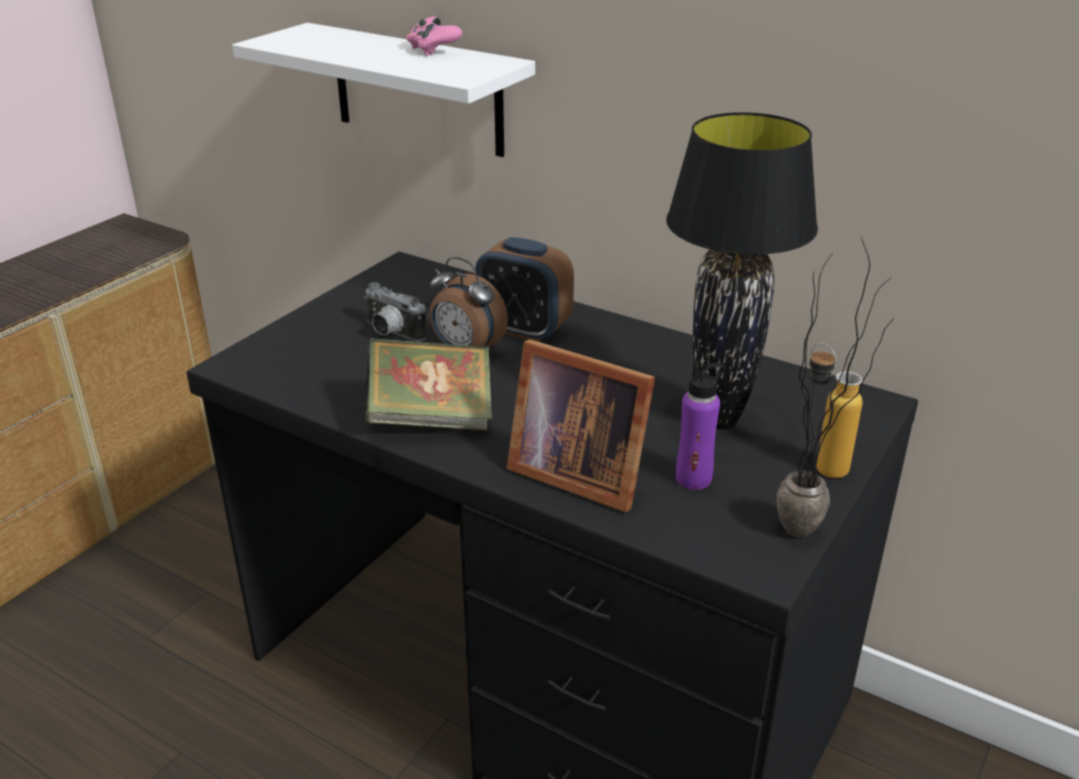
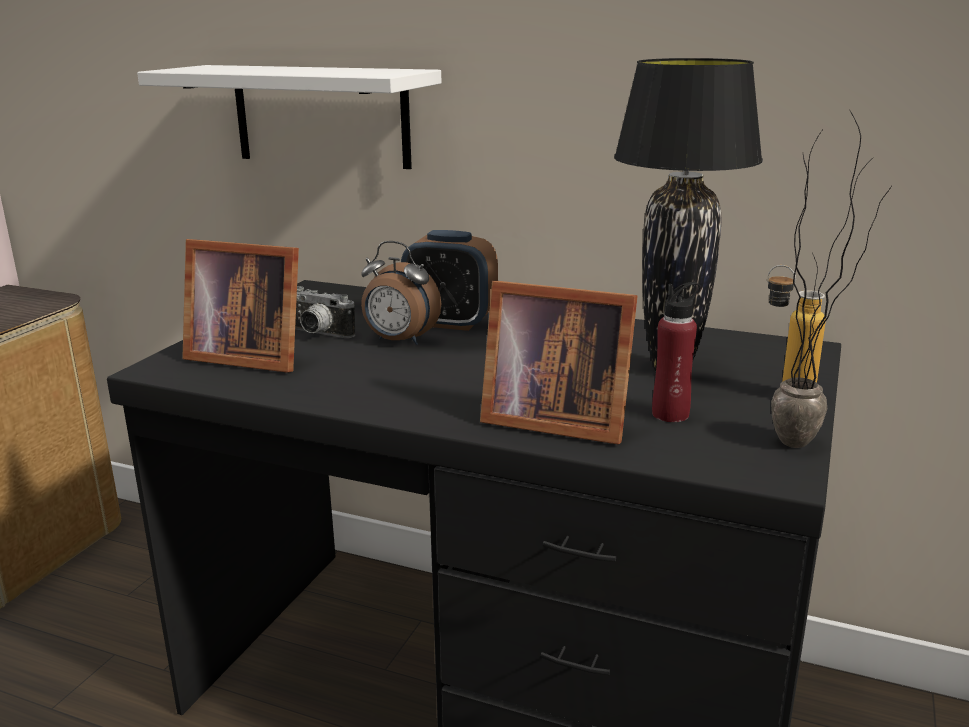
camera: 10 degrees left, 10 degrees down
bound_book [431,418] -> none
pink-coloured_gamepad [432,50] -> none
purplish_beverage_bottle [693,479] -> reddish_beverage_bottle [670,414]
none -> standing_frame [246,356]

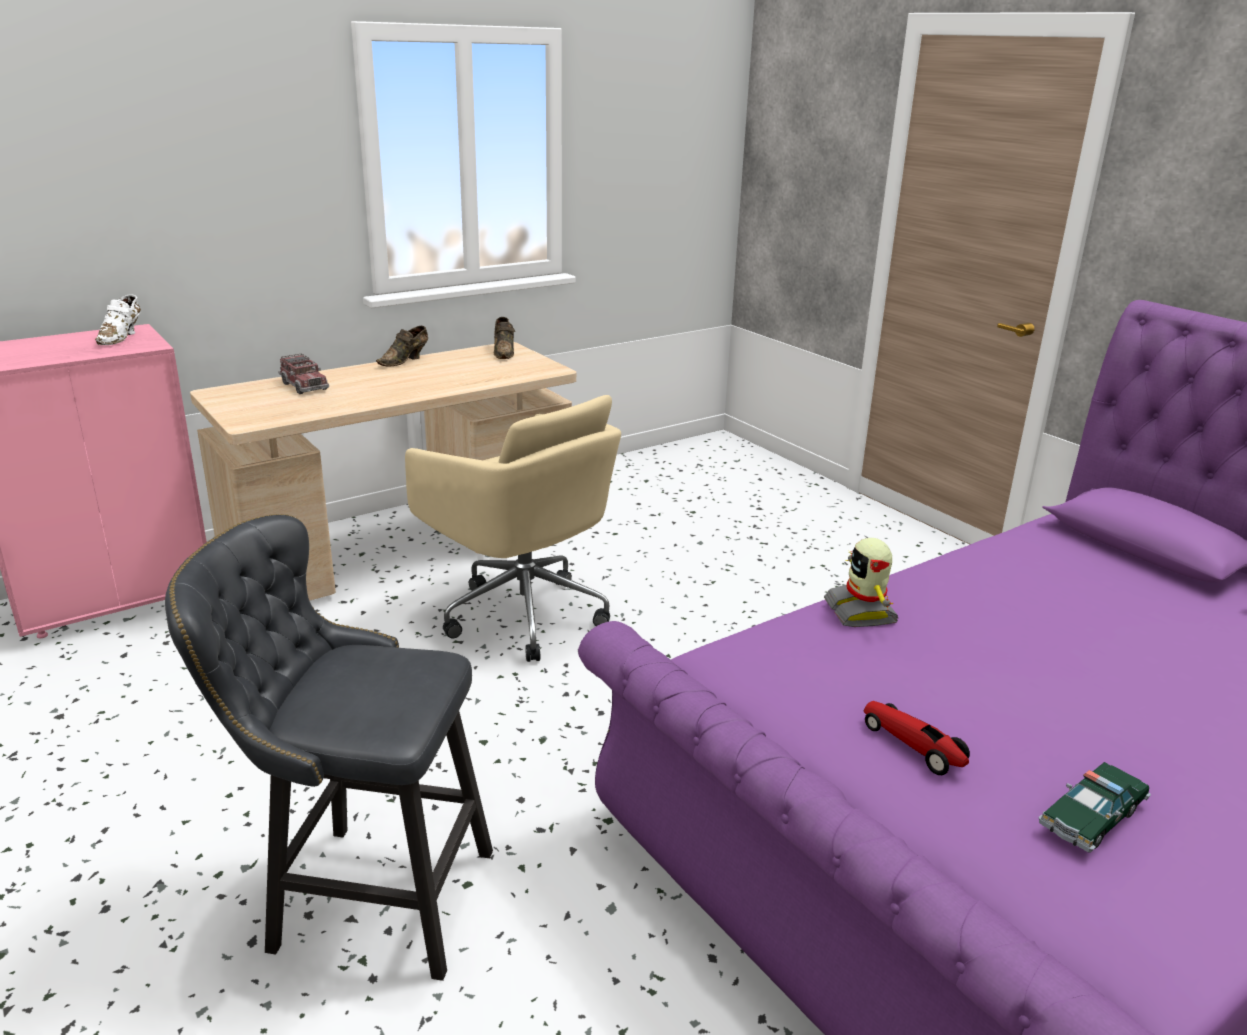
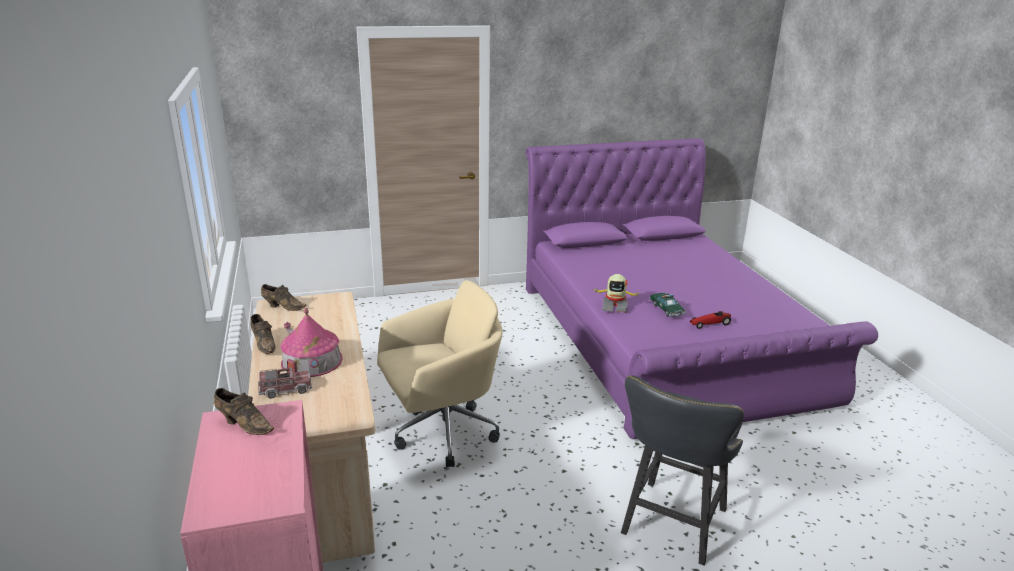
camera: 70 degrees left, 0 degrees up
white-coloured_shoe [122,337] -> brownish_shoe [244,424]
miniature_car [1092,817] -> miniature_car [666,309], move
none -> toy_house [311,361]

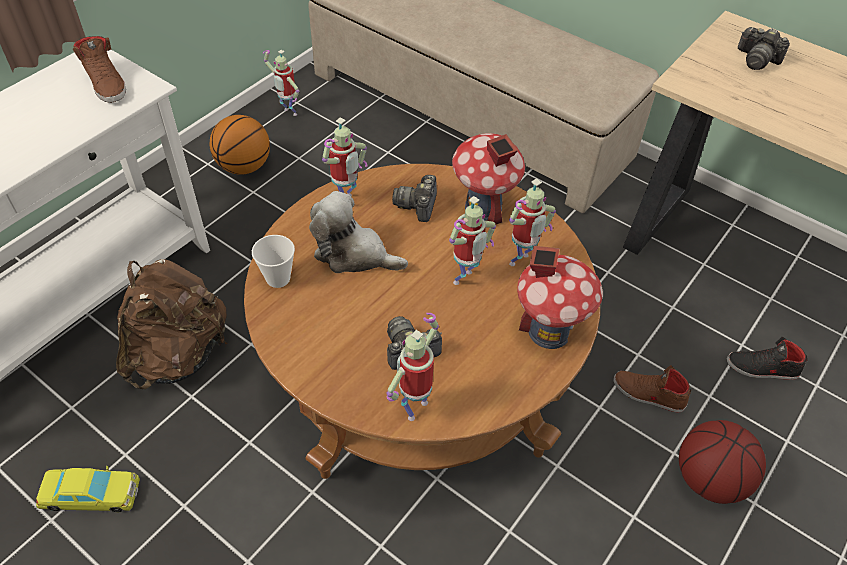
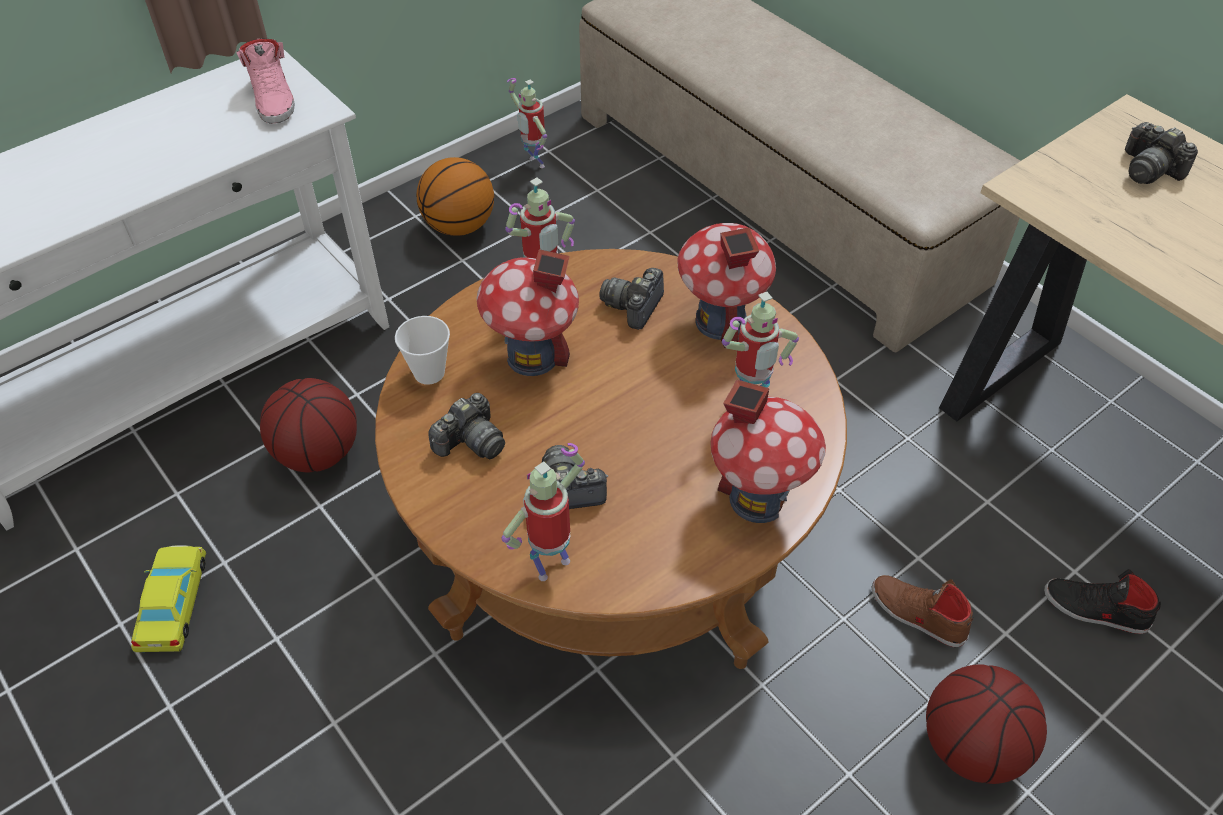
camera: 15 degrees right, 0 degrees up
yellow_miniature_car [91,493] -> yellow_miniature_car [173,601], 105 degrees counterclockwise
brownish_shoe [106,82] -> pink-coloured_shoe [273,98]
brownish_backpack [179,355] -> ball_for_basketball [318,452]
plush_toy [354,254] -> toy_house [532,357]
toy_robot [465,280] -> none
none -> photo_camera [470,442]

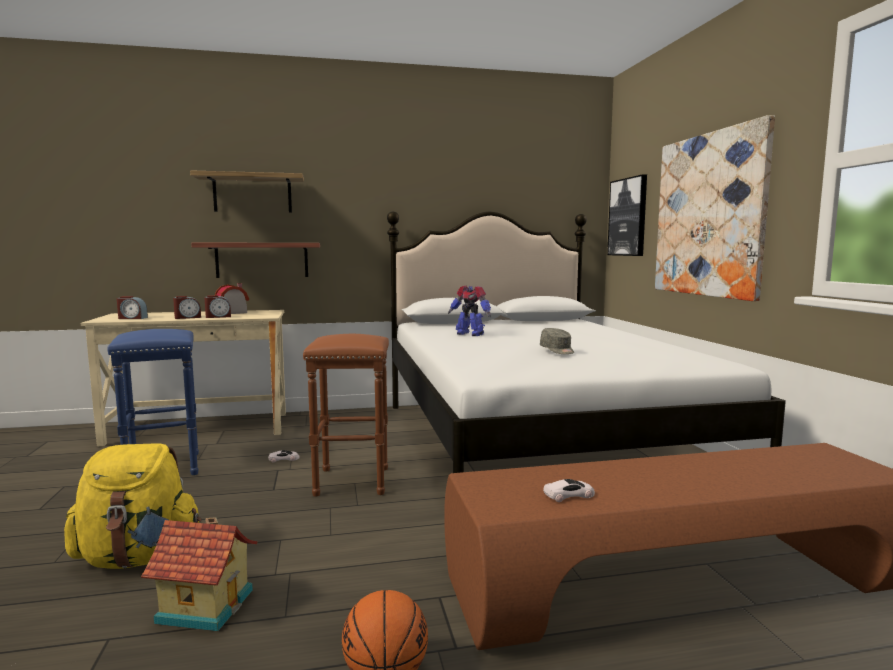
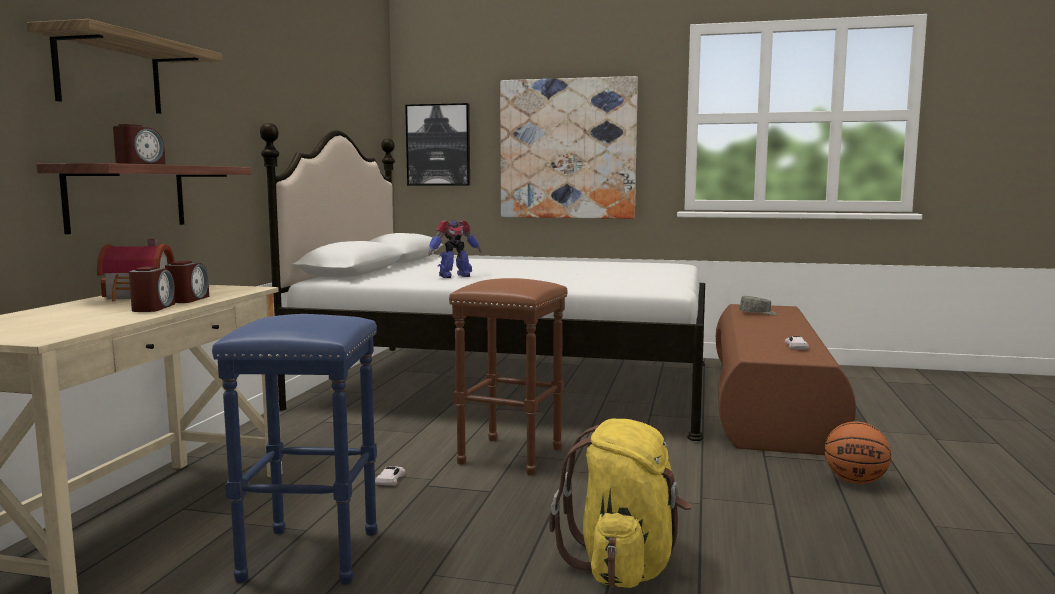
camera: 65 degrees left, 0 degrees up
table_clock [132,318] -> table_clock [140,164], move
toy_house [206,604] -> none
gray_peaked_cap [557,350] -> gray_peaked_cap [758,314], move

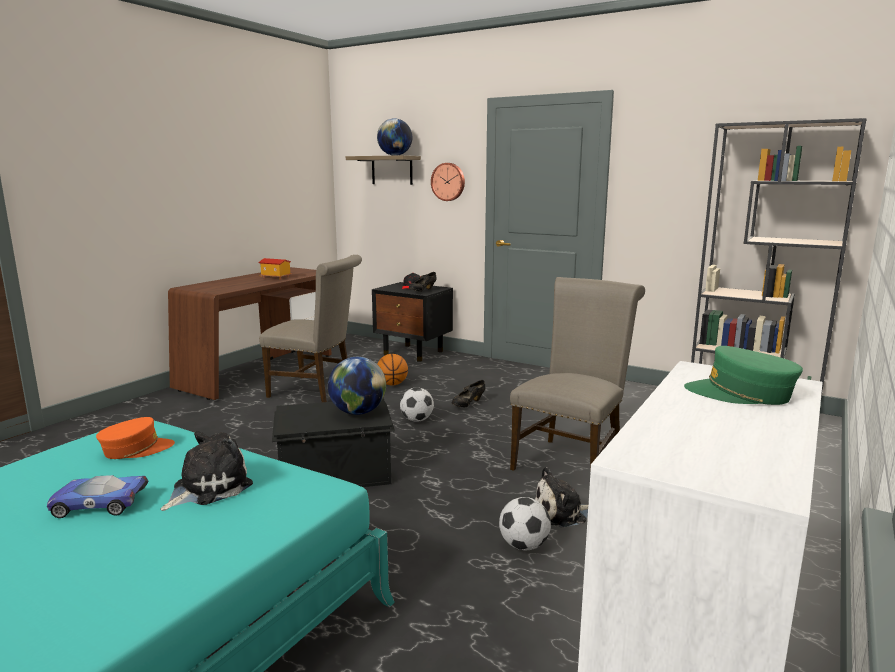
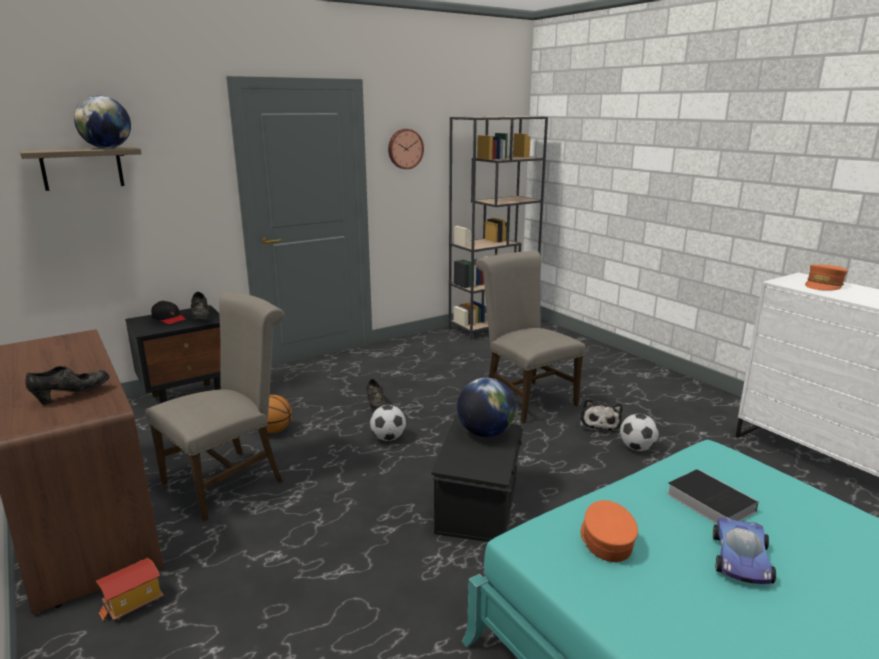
camera: 65 degrees left, 5 degrees up
plush_toy [208,488] -> bound_book [707,501]
toy_house [275,277] -> toy_house [133,603], move
clock_on_the_wall [448,182] -> clock_on_the_wall [405,149], move
green-coloured_peaked_cap [741,394] -> orangey_peaked_cap [823,285]
none -> black-coloured_shoe [72,396]

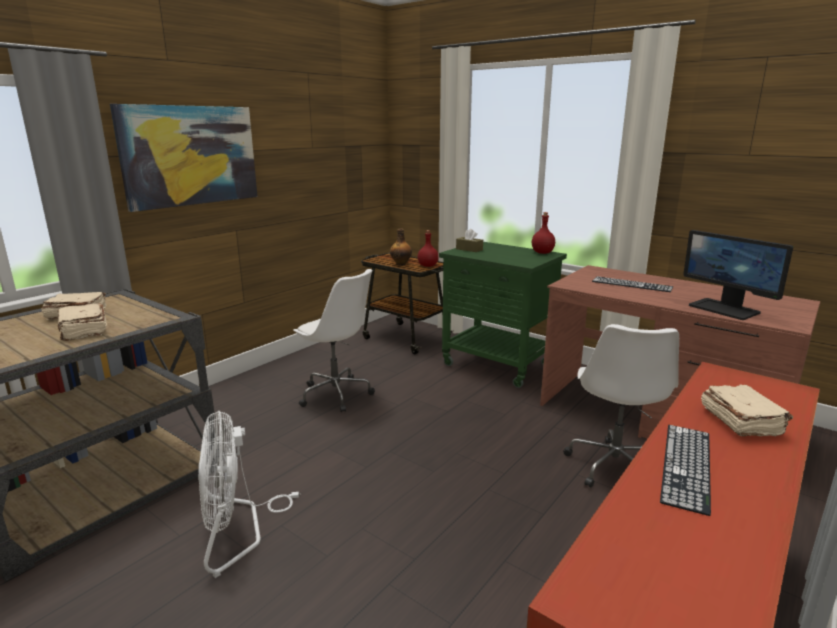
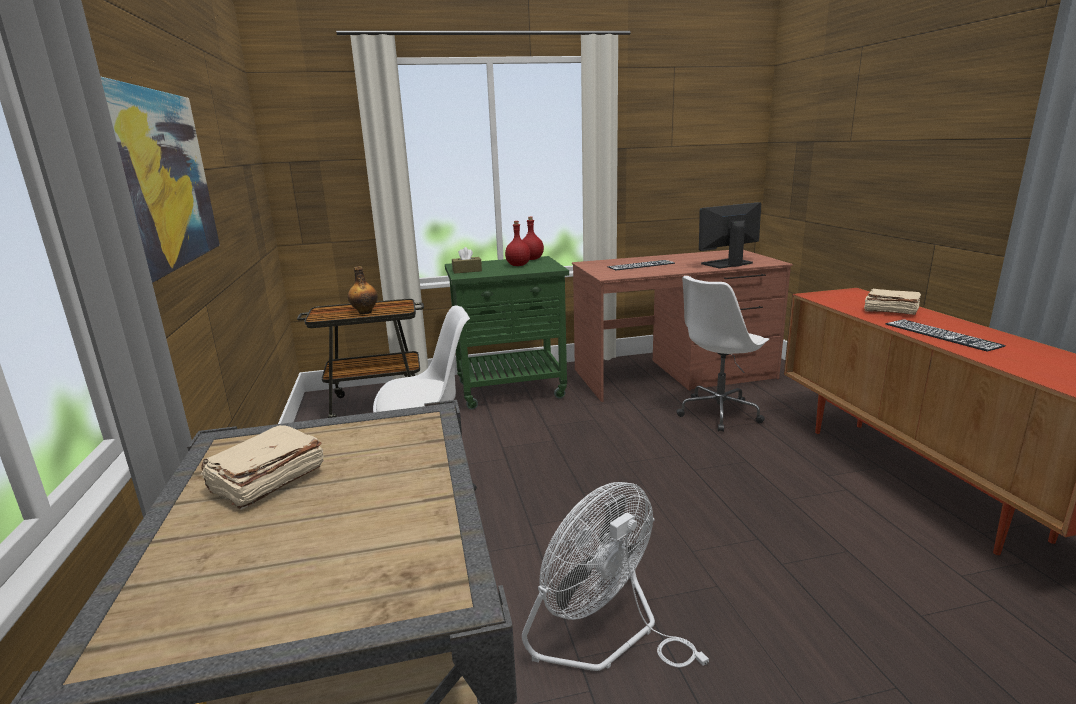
camera: 50 degrees left, 0 degrees up
beige_bound_book [83,331] -> none
white-coloured_cooling_fan [238,525] -> white-coloured_cooling_fan [614,633], 120 degrees clockwise
reddish_beverage_bottle [427,266] -> reddish_beverage_bottle [518,265], move
white-coloured_desk_chair [614,468] -> white-coloured_desk_chair [717,414], 90 degrees clockwise
computer_screen [724,309] -> computer_screen [727,264], 150 degrees clockwise

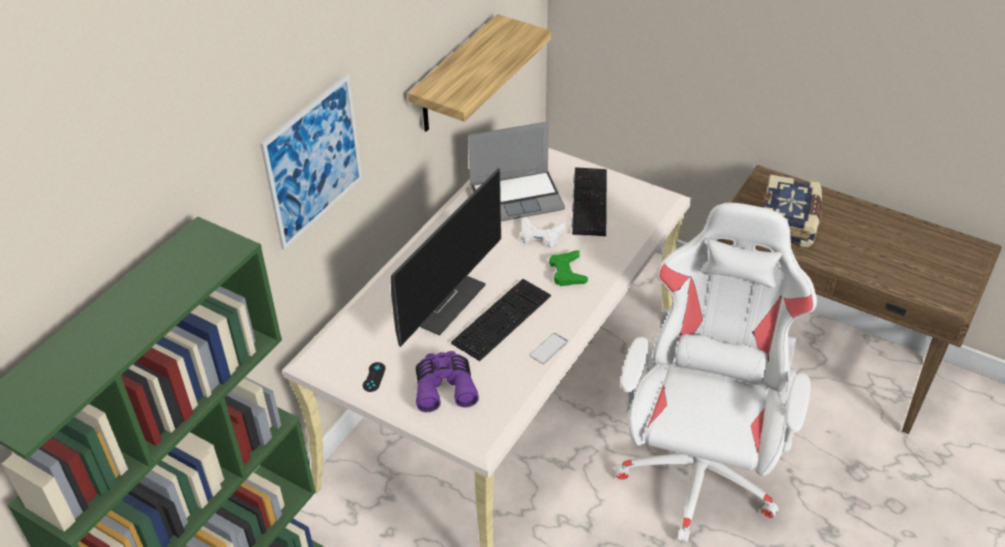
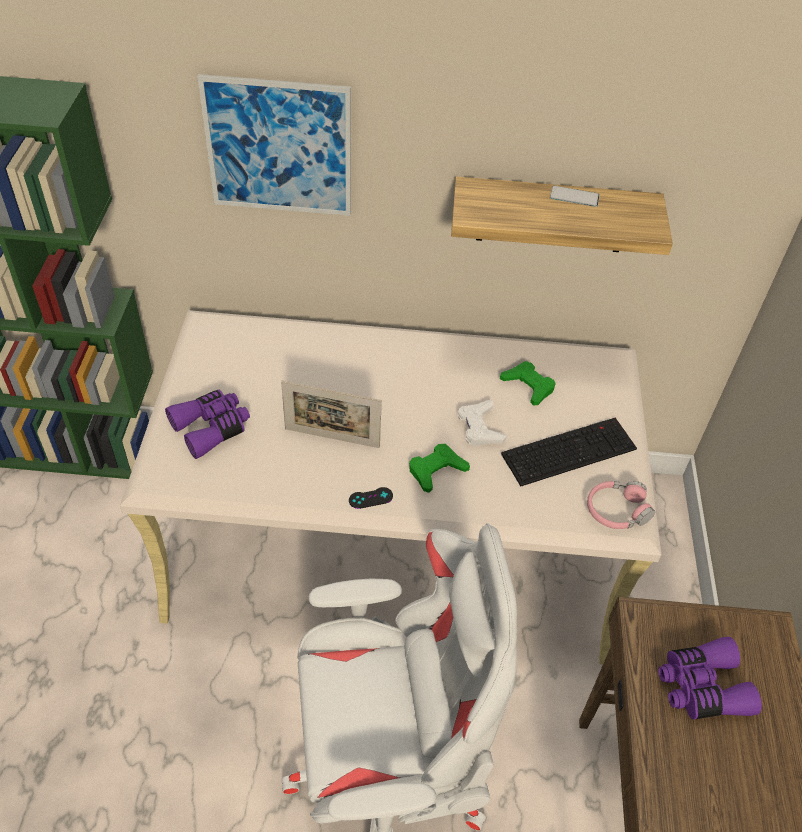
camera: 60 degrees right, 5 degrees up
black-coloured_gamepad [374,377] -> black-coloured_gamepad [370,498], move
computer_screen [442,300] -> none
PC_keyboard [501,318] -> standing_frame [332,438]
notebook_computer [517,197] -> green-coloured_gamepad [528,386]
phone [548,348] -> phone [574,197], move
bound_book [789,222] -> purplish_field_glasses [701,687]
none -> pink-coloured_headset [617,511]

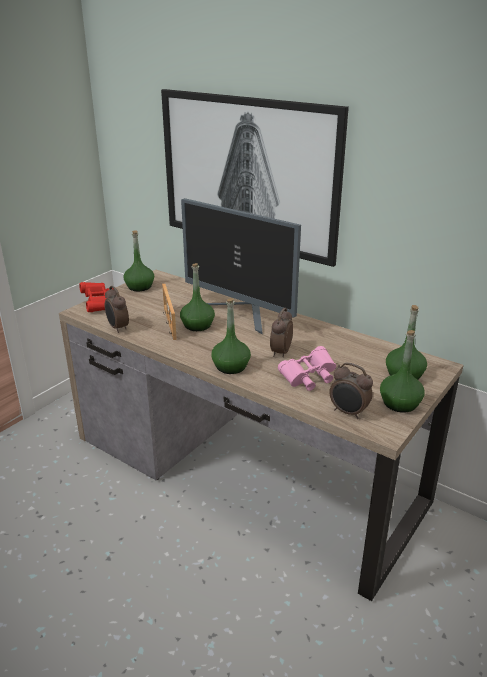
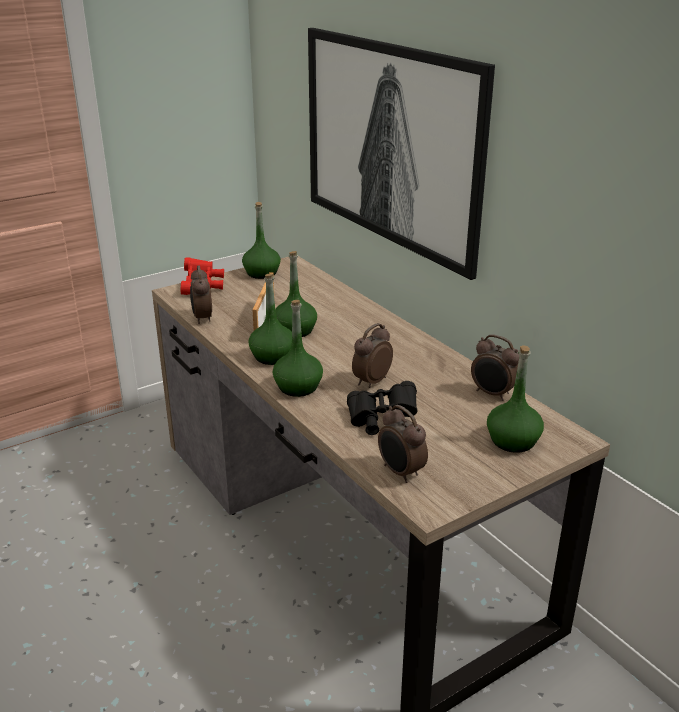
camera: 20 degrees right, 0 degrees up
computer_screen [240,313] -> none
pink-coloured_field_glasses [308,379] -> black-coloured_field_glasses [382,420]
green-coloured_beverage_bottle [399,403] -> green-coloured_beverage_bottle [272,356], move
none -> table_clock [492,394]

